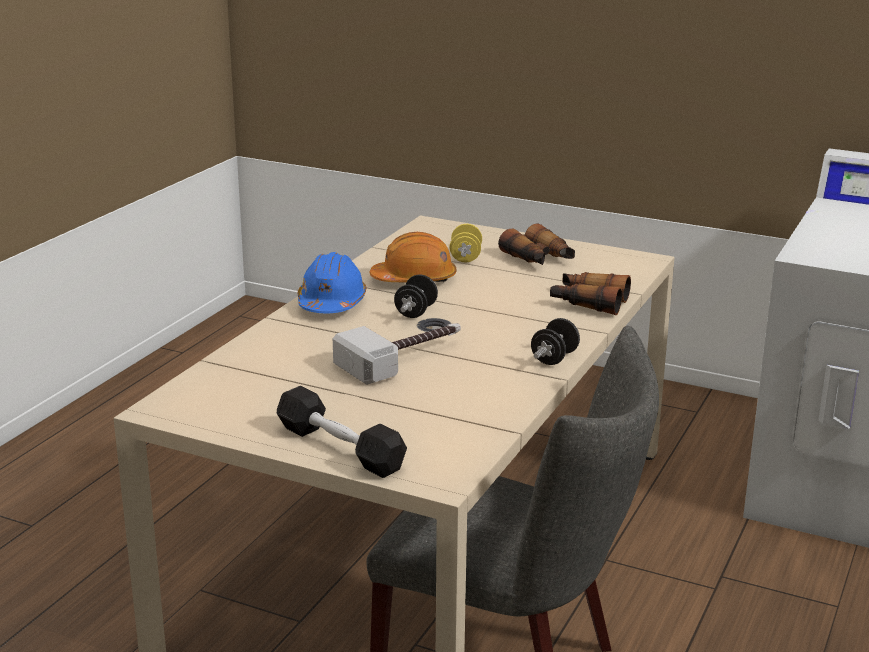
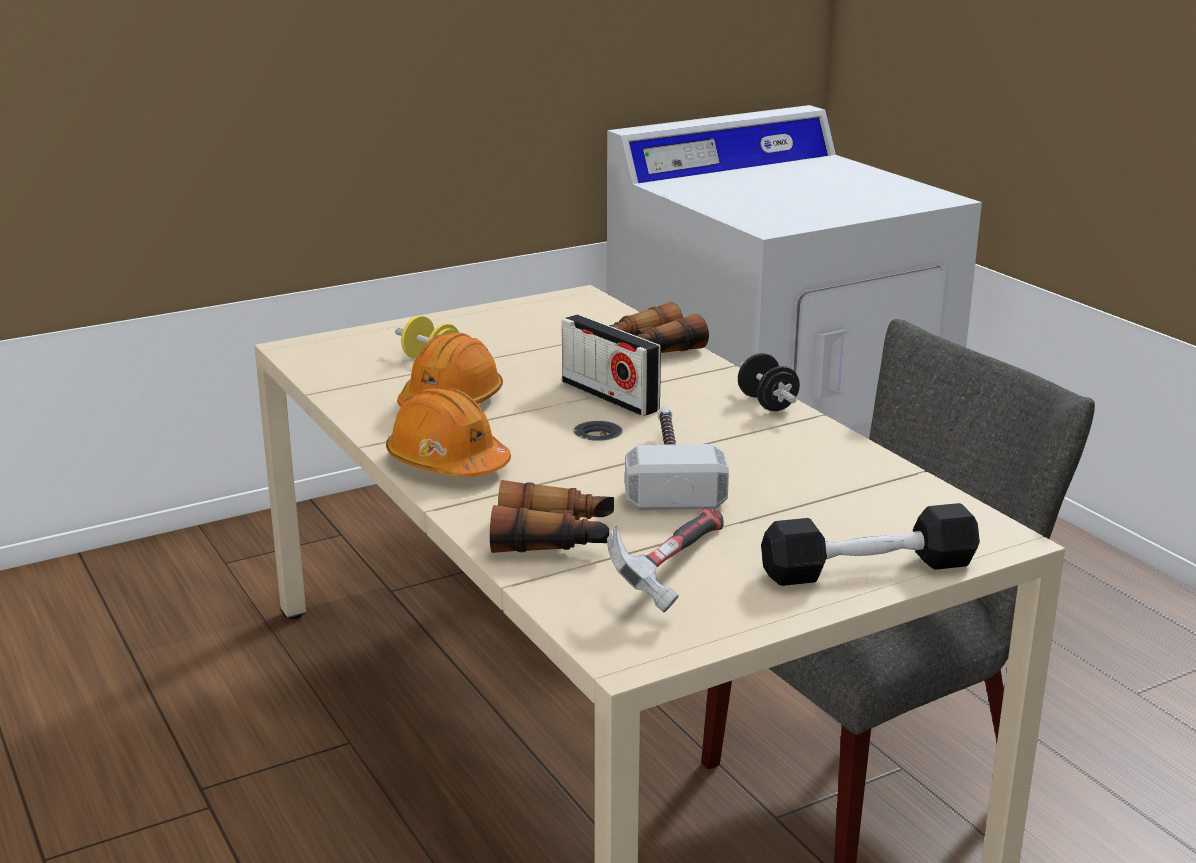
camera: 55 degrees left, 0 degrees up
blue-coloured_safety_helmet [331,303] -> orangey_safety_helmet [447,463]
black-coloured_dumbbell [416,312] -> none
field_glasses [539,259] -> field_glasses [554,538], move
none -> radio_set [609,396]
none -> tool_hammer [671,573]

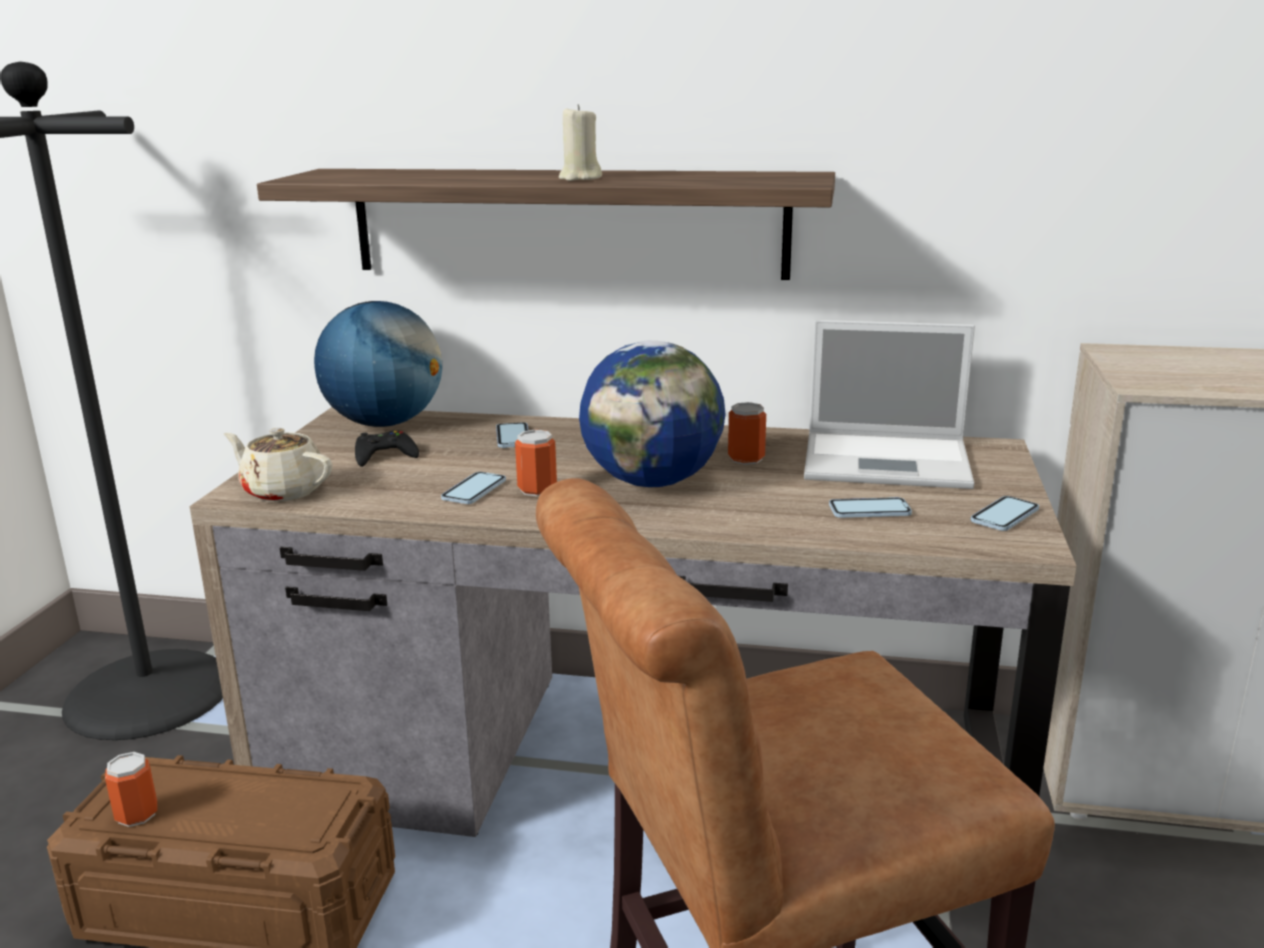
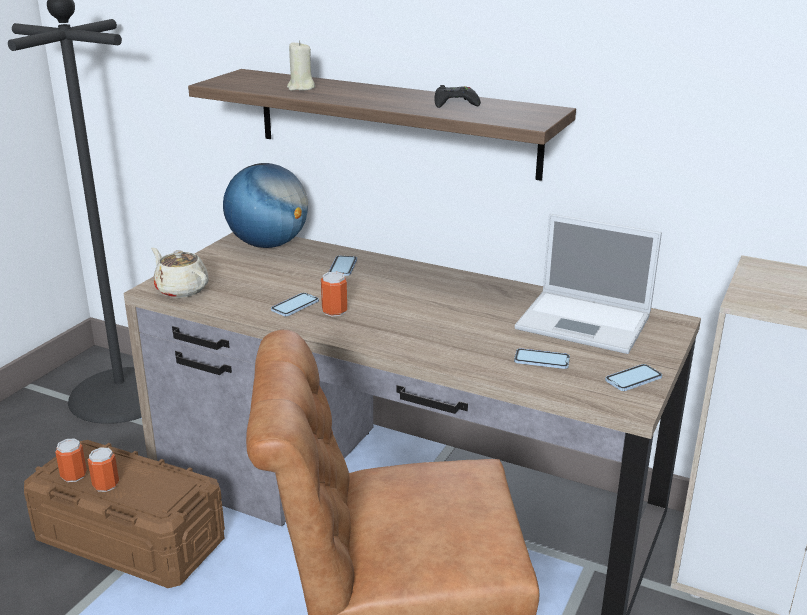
camera: 15 degrees right, 5 degrees up
black-coloured_gamepad [384,455] -> black-coloured_gamepad [455,103], move
beige_candle [580,178] -> beige_candle [301,88], move
globe [652,482] -> none
can [746,459] -> can [106,485], move

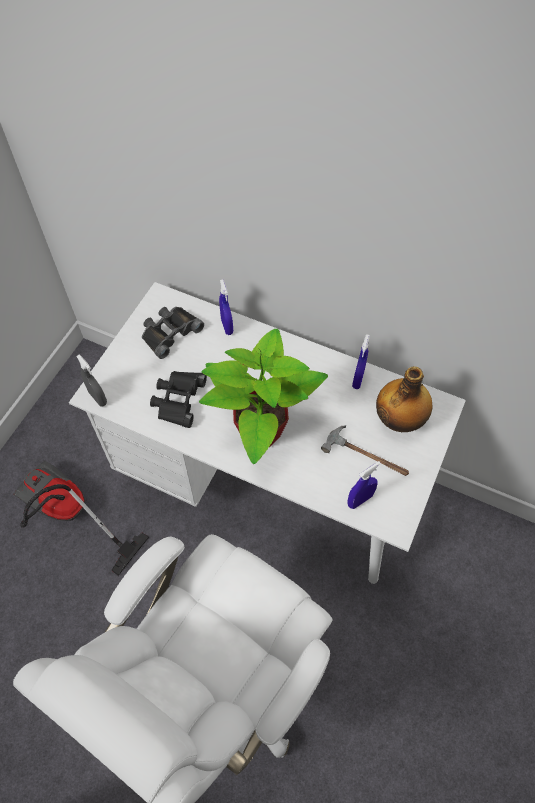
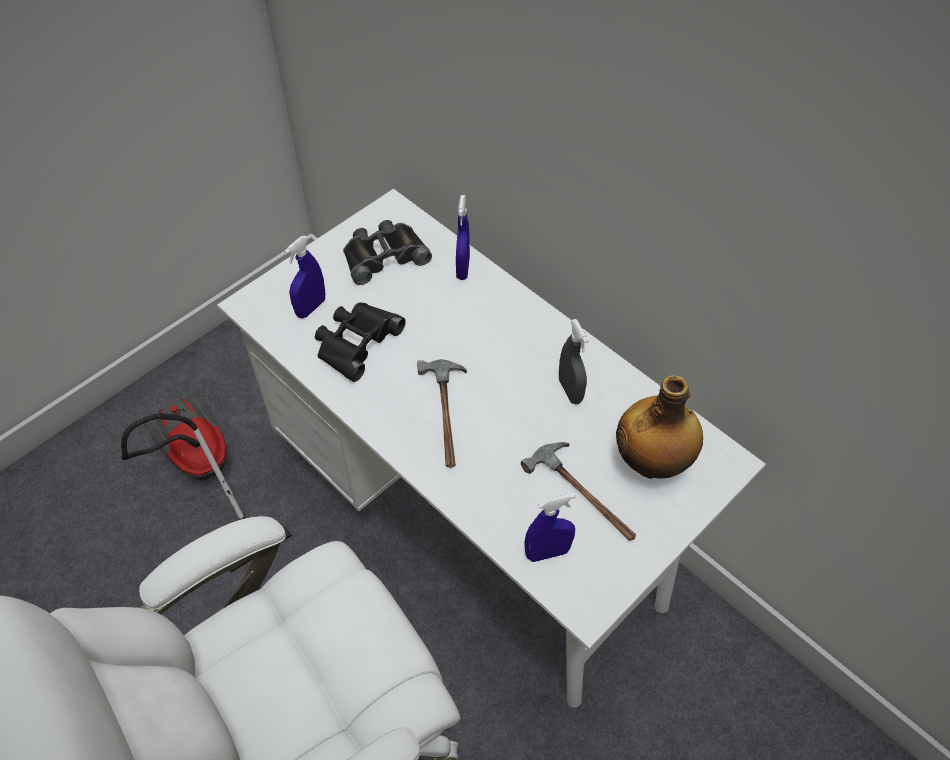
camera: 20 degrees right, 5 degrees down
gray_spray_bottle [98,398] -> gray_spray_bottle [570,390], move
potted_plant [259,431] -> tool_hammer [446,415]
blue-coloured_spray_bottle [358,379] -> blue-coloured_spray_bottle [311,307], move

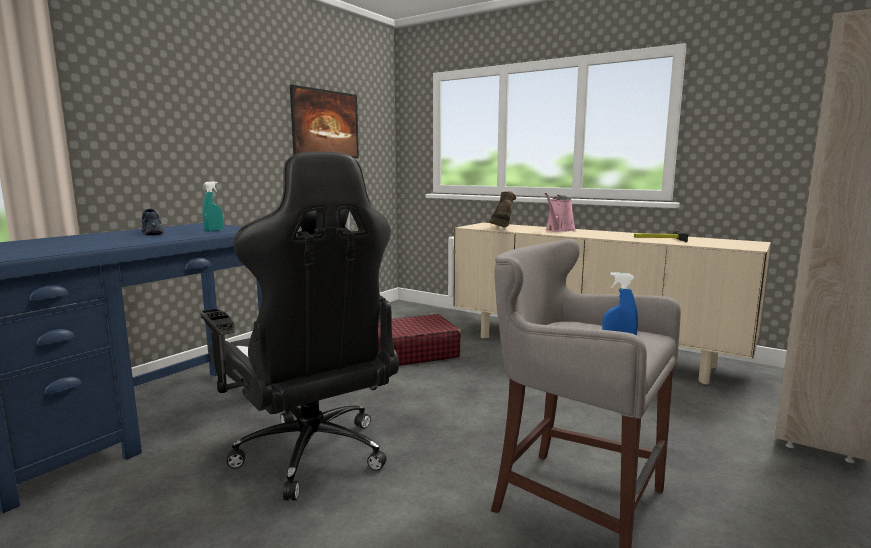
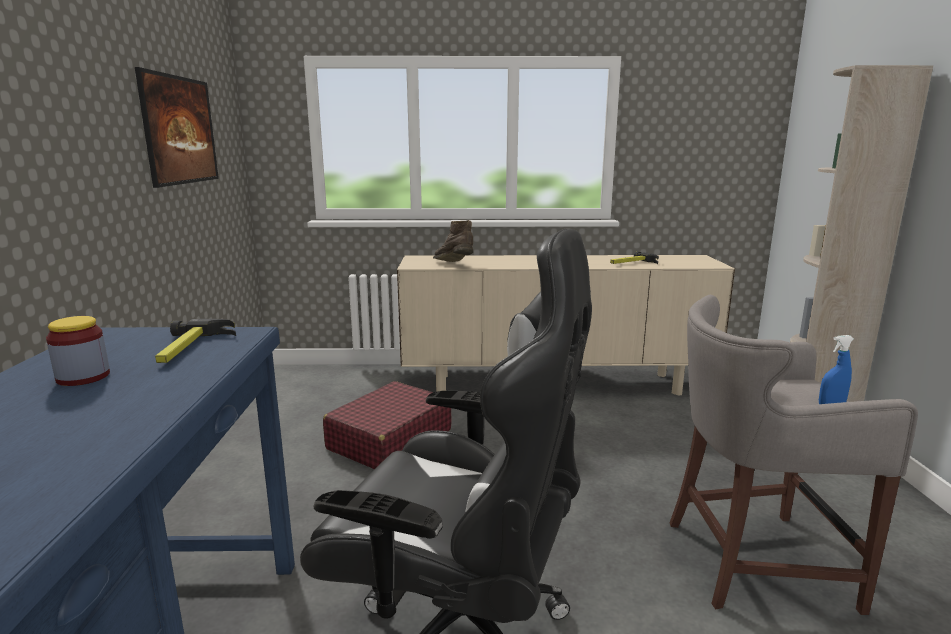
camera: 35 degrees left, 5 degrees up
shoe [153,232] -> preserve_jar [83,377]
blue-green_spray_bottle [214,230] -> tool_hammer [190,348]
pink-coloured_sprinkling_can [559,230] -> none

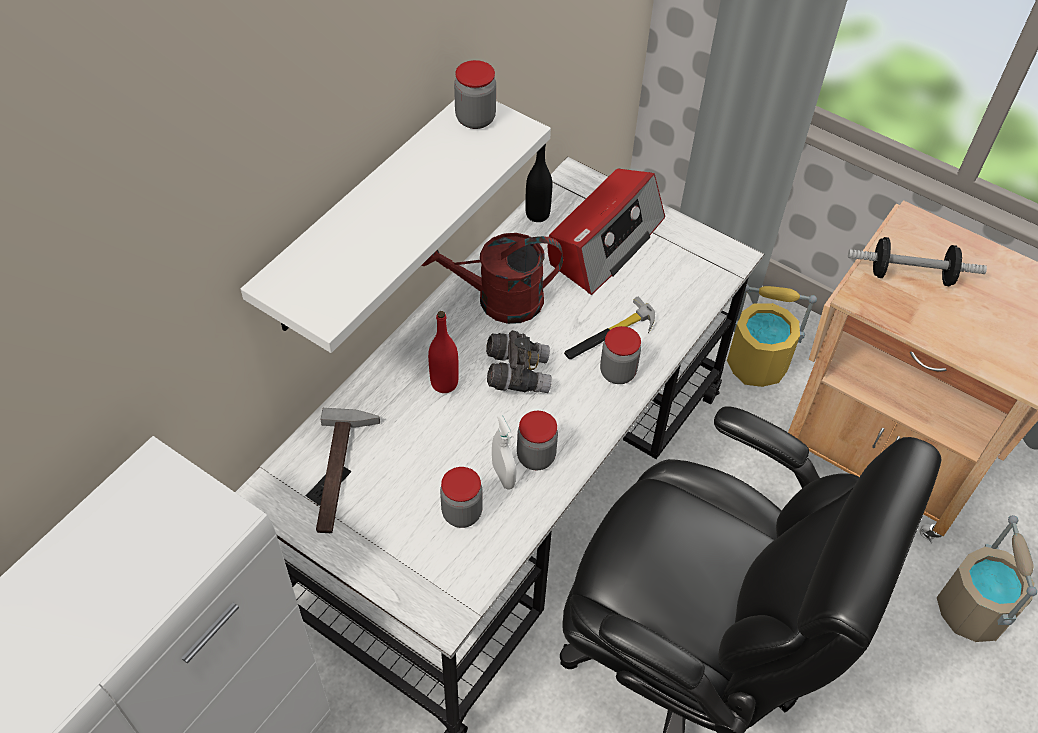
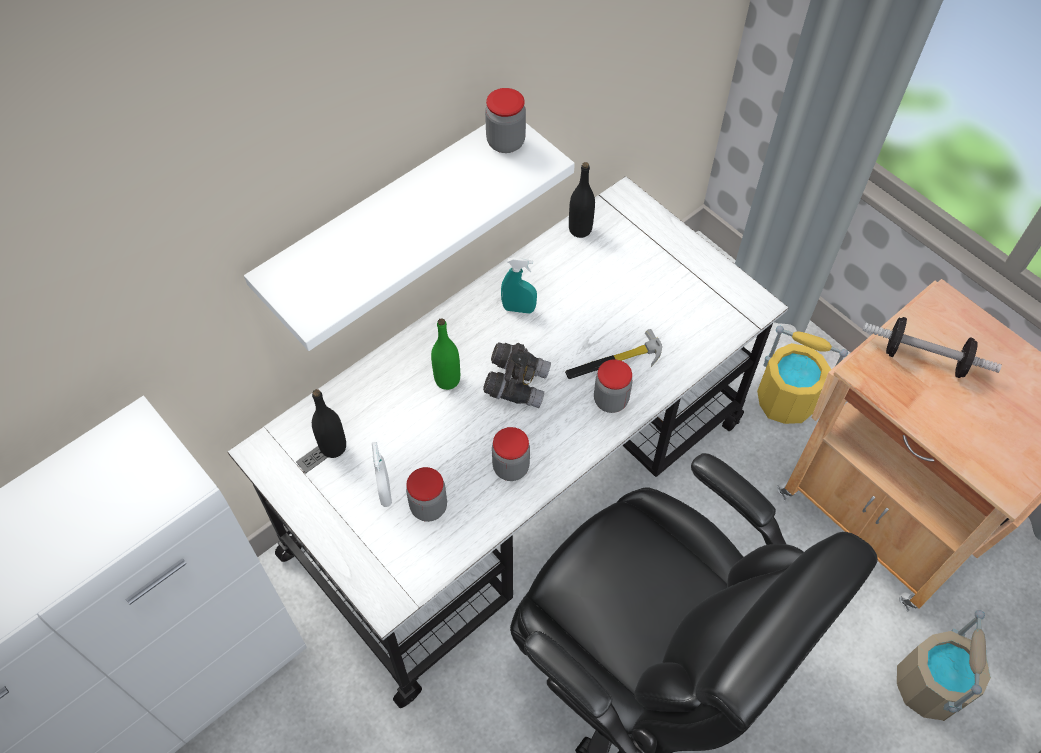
camera: 15 degrees right, 5 degrees up
tool_hammer [342,473] -> black-coloured_beverage_bottle [333,447]
reddish_sprinkling_can [498,301] -> blue-green_spray_bottle [518,309]
reddish_beverage_bottle [444,383] -> green-coloured_beverage_bottle [447,379]
white-coloured_spray_bottle [503,476] -> white-coloured_spray_bottle [385,492], move
radio_set [604,242] -> none

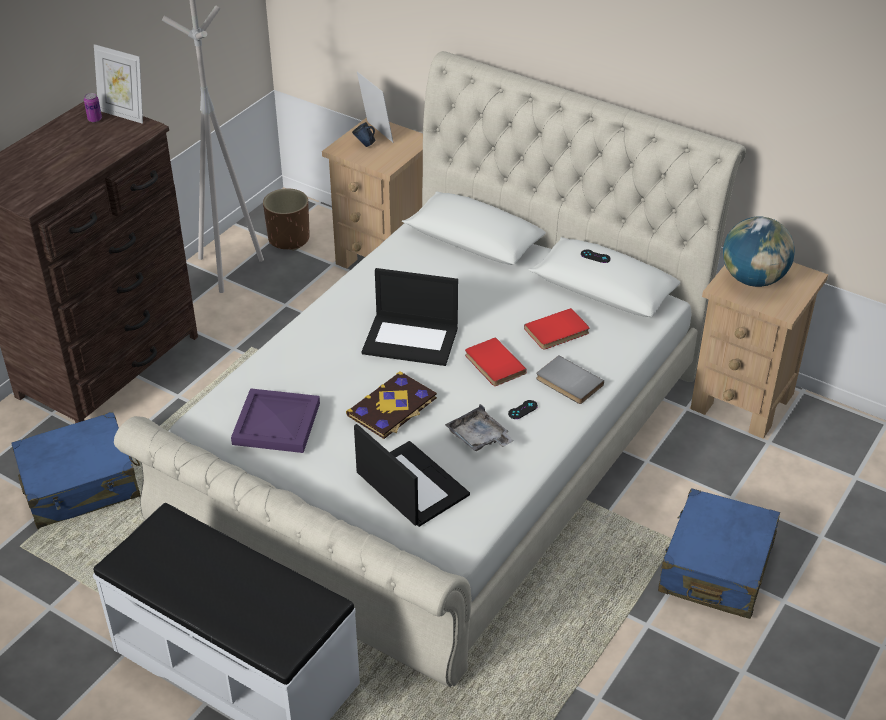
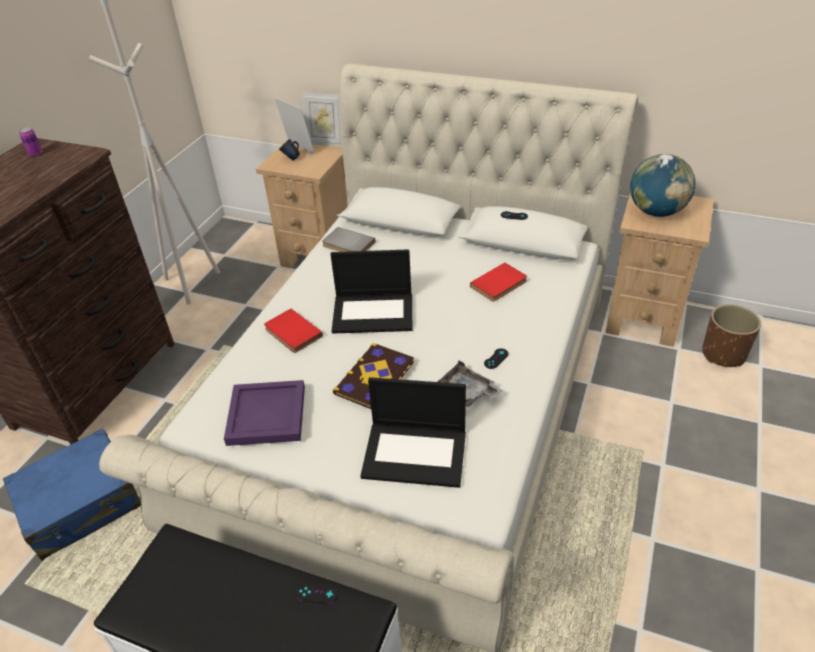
camera: 10 degrees left, 0 degrees up
standing_frame [123,114] -> standing_frame [325,143], move
brownish_planter [289,239] -> brownish_planter [723,354], move
notebook_computer [410,484] -> notebook_computer [416,453], 150 degrees clockwise
reddish_bound_book [493,364] -> reddish_bound_book [291,333], move
gray_bound_book [567,383] -> gray_bound_book [347,245], move
blue-coloured_piece_of_luggage [716,568] -> none
none -> black-coloured_gamepad [317,593]

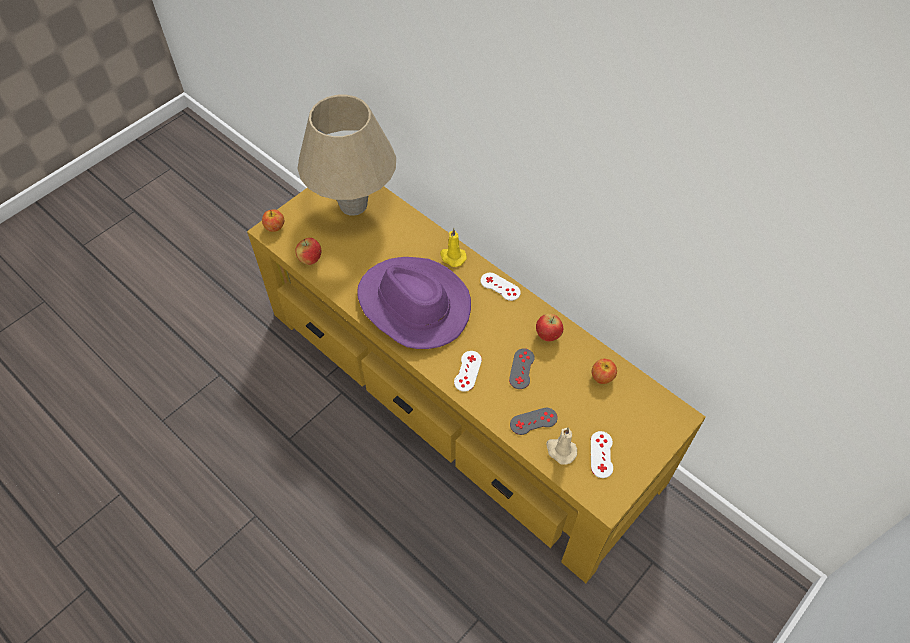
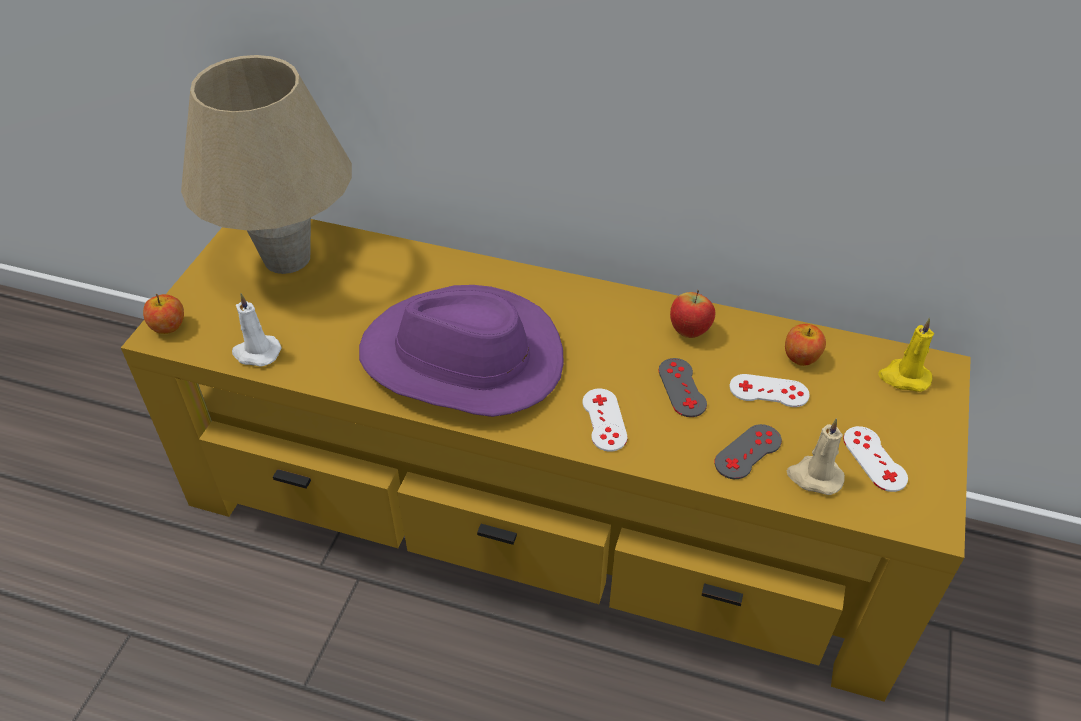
camera: 25 degrees left, 10 degrees down
apple [310,260] -> white-coloured_candle [256,353]
yellow_candle [452,257] -> yellow_candle [904,377], move
white-coloured_gamepad [500,286] -> white-coloured_gamepad [769,391], move

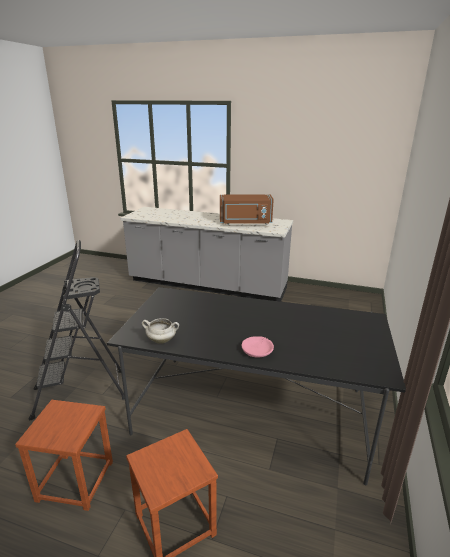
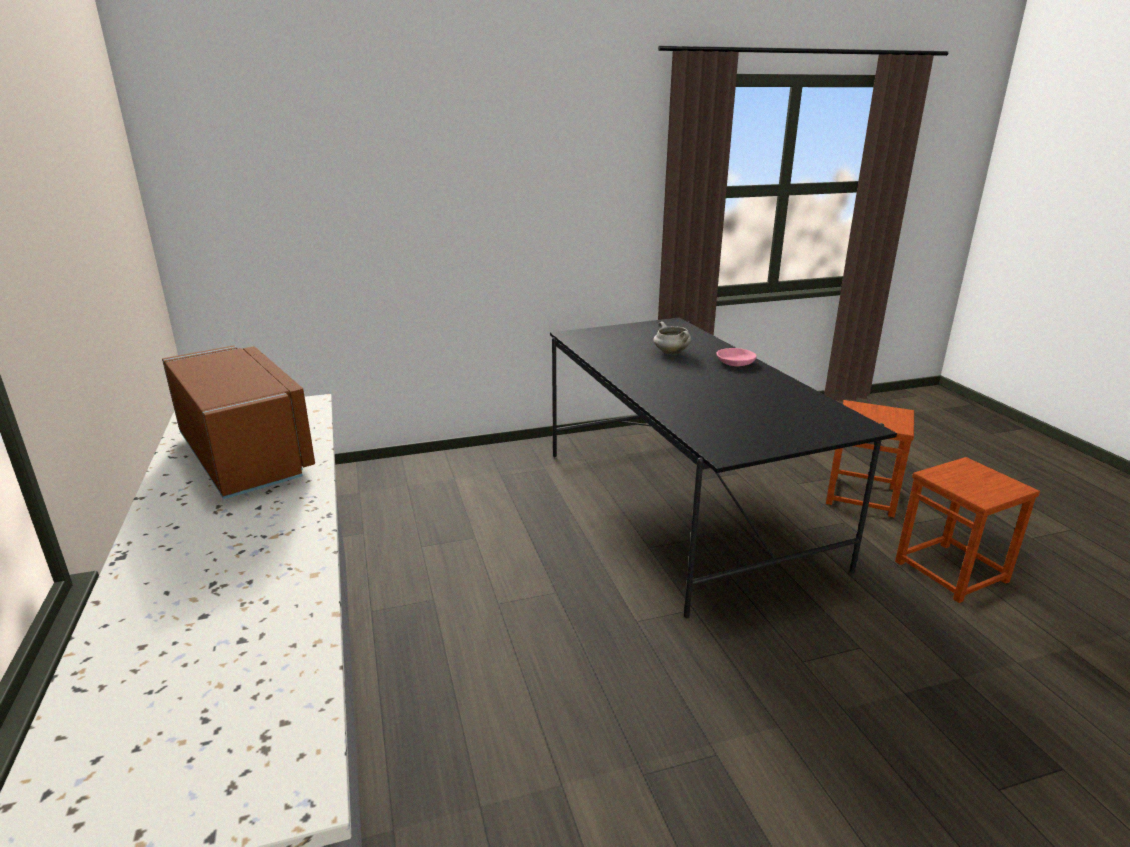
camera: 125 degrees left, 0 degrees up
step_stool [81,392] -> none
white-coloured_stockpot [162,340] -> white-coloured_stockpot [670,353], move

